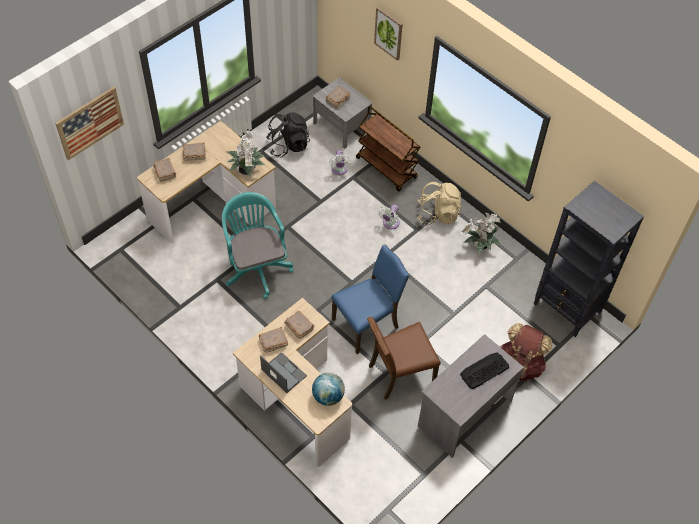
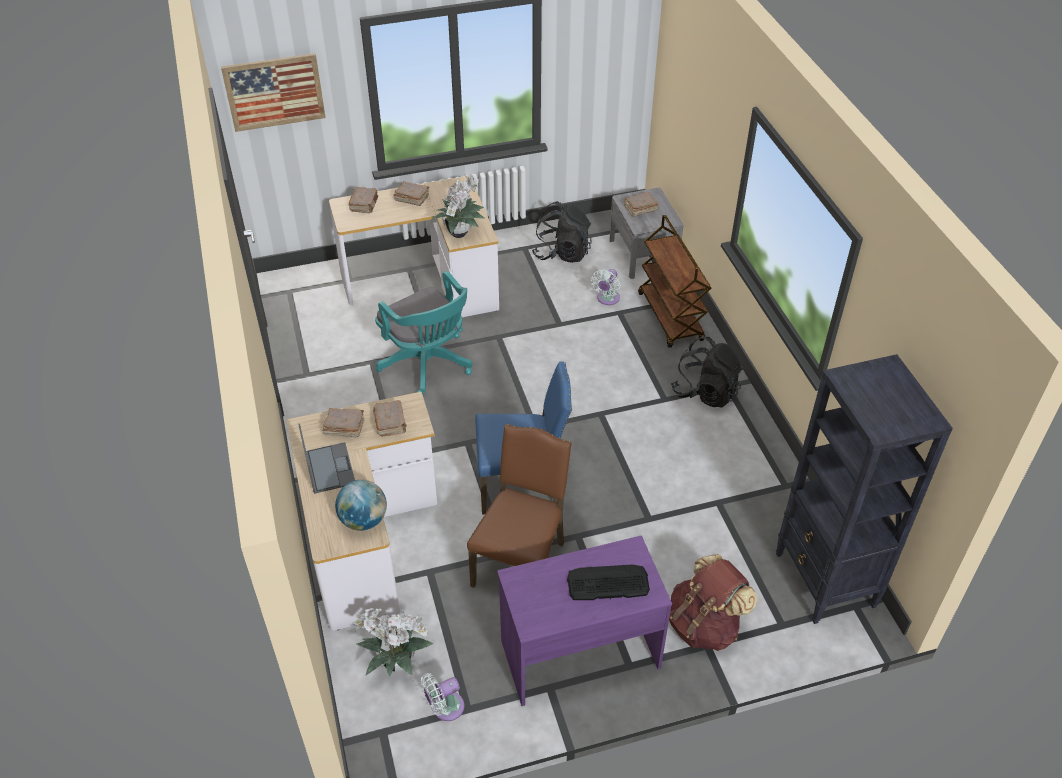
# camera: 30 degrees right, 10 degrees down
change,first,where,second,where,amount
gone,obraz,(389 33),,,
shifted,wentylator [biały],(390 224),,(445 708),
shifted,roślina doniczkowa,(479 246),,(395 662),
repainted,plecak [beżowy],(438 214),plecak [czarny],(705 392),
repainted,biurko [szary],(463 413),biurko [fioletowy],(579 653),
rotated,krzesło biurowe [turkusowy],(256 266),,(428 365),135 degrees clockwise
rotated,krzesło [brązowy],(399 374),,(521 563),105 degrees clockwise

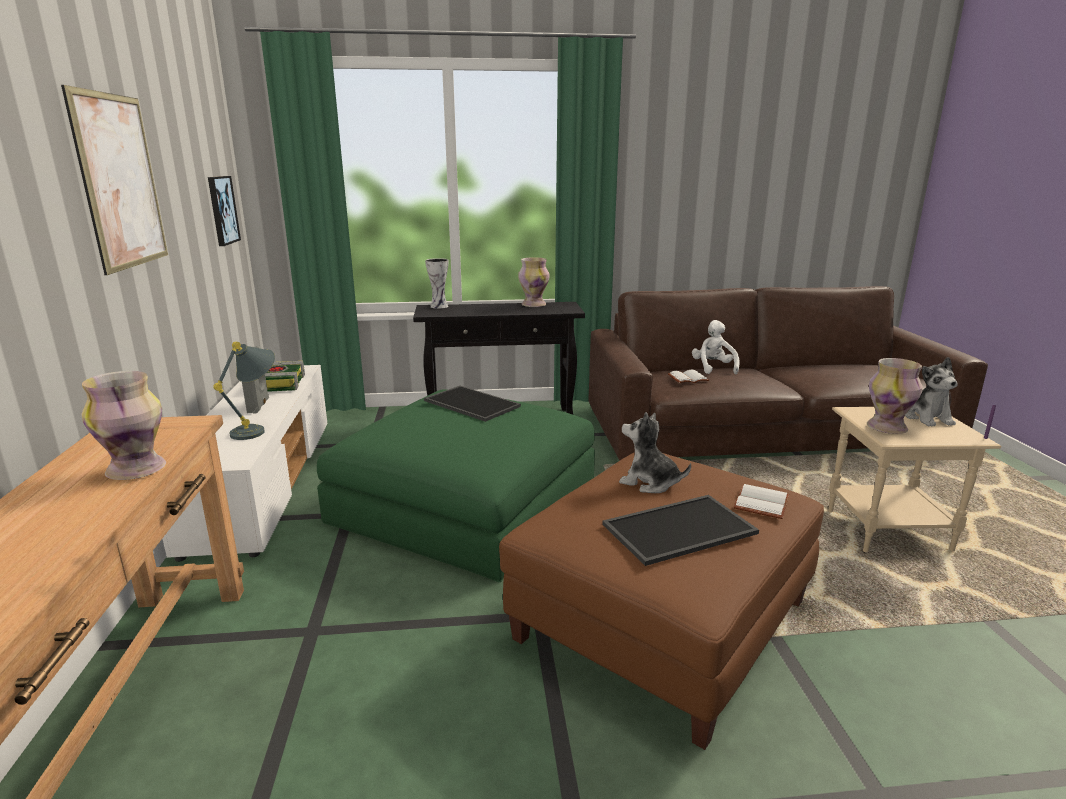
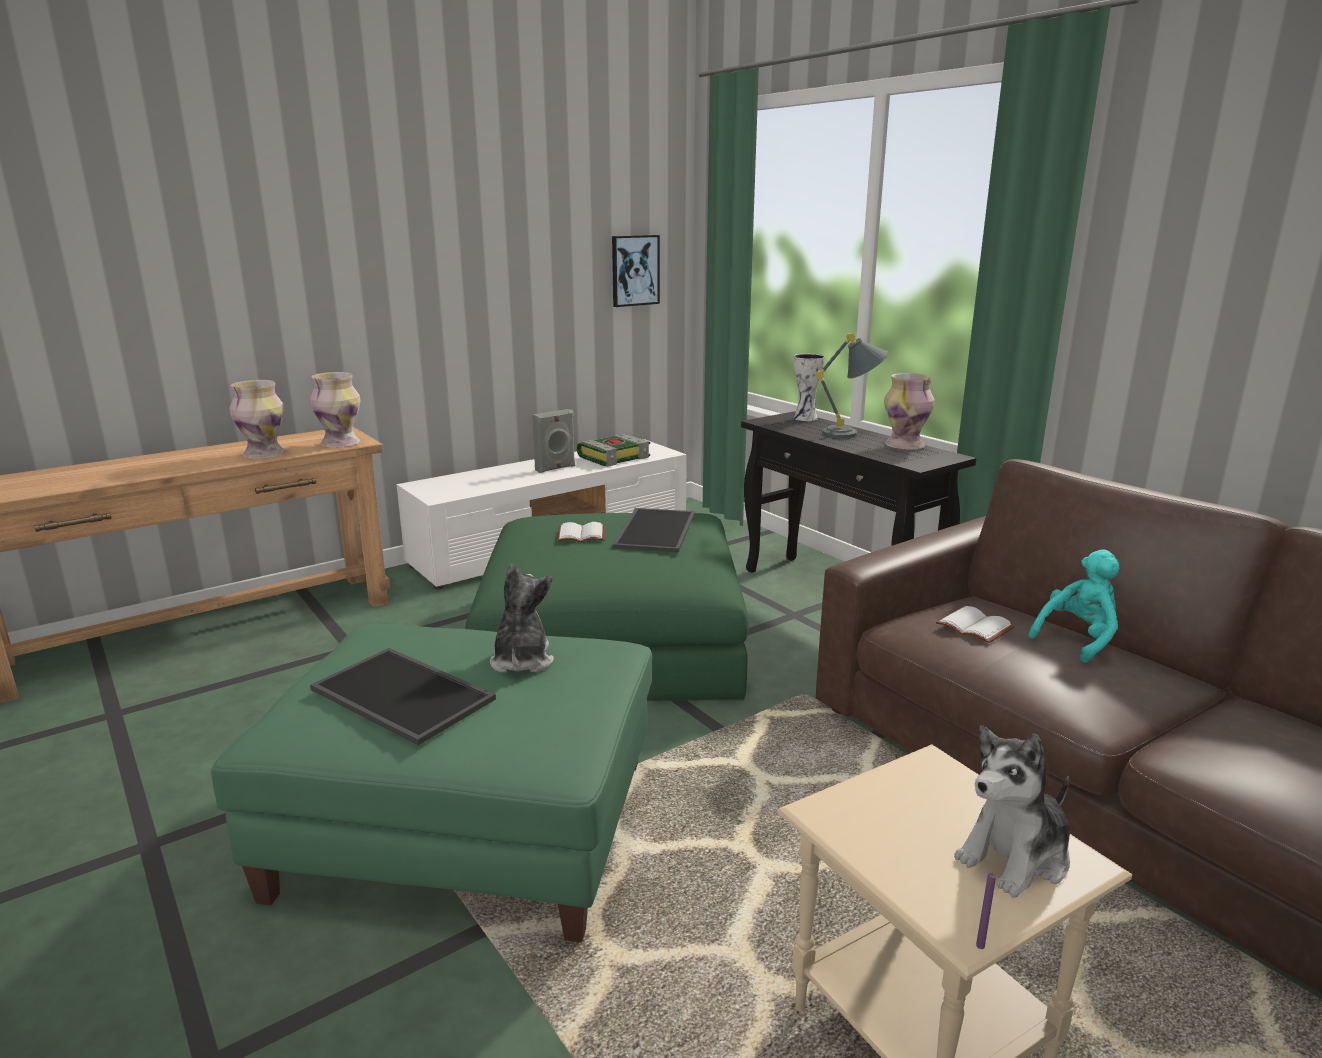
# camera: 60 degrees right, 0 degrees up
change,first,where,second,where,amount
gone,obraz,(120 182),,,
shifted,lampa stołowa [szary],(258 429),,(852 434),
shifted,książka [biały],(763 504),,(580 535),
shifted,wazon,(886 427),,(341 444),
repainted,pufa [brązowy],(663 620),pufa [zielony],(467 827),
repainted,pluszak [biały],(713 368),pluszak [turkusowy],(1077 639),

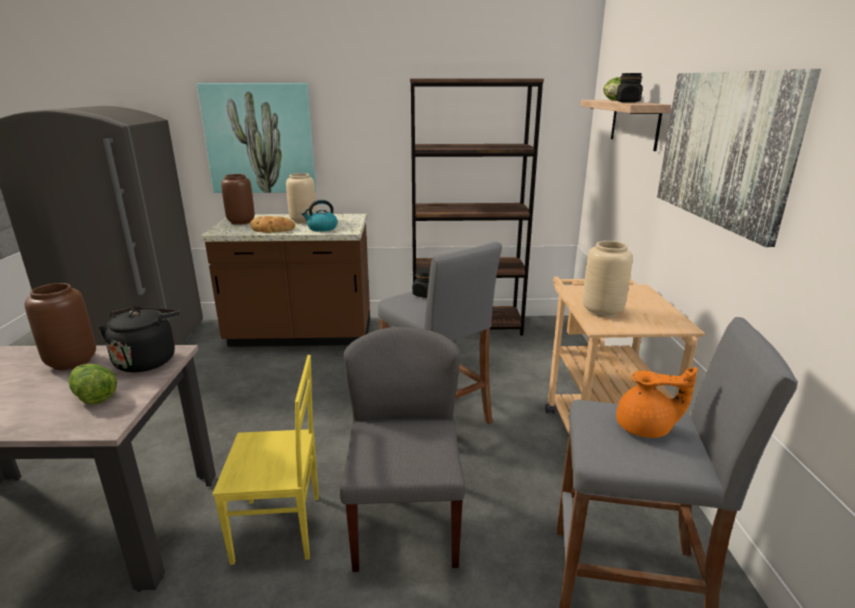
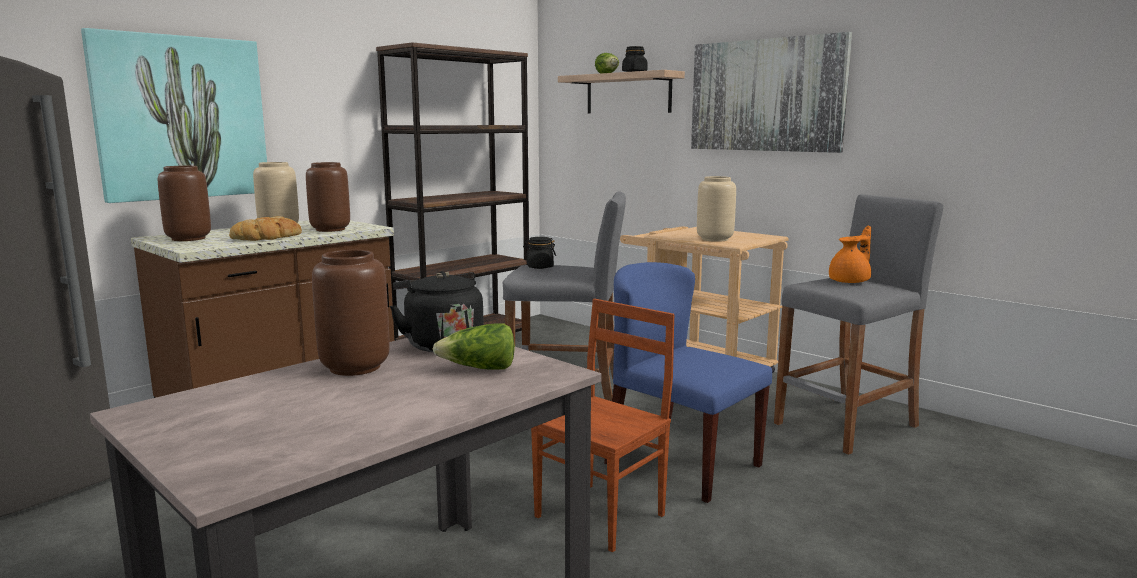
# camera: 45 degrees left, 10 degrees down
change,first,where,second,where,amount
swapped,czajnik,(321 228),wazon [brązowy],(331 229),
repainted,krzesło [żółty],(279 529),krzesło [brązowy],(602 515),
repainted,krzesło [szary],(404 521),krzesło [niebieski],(681 464),

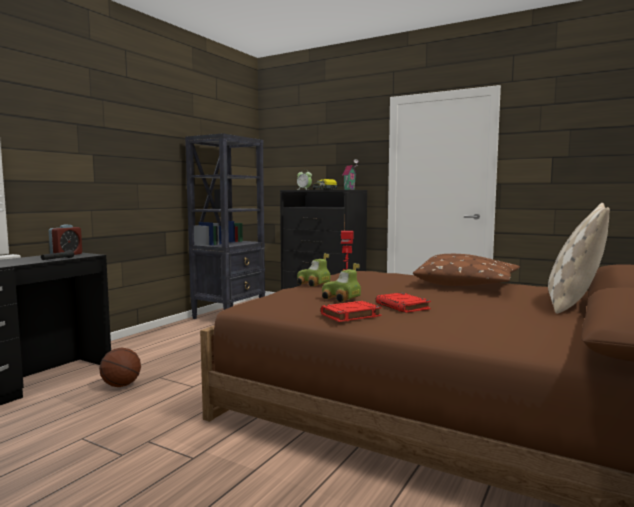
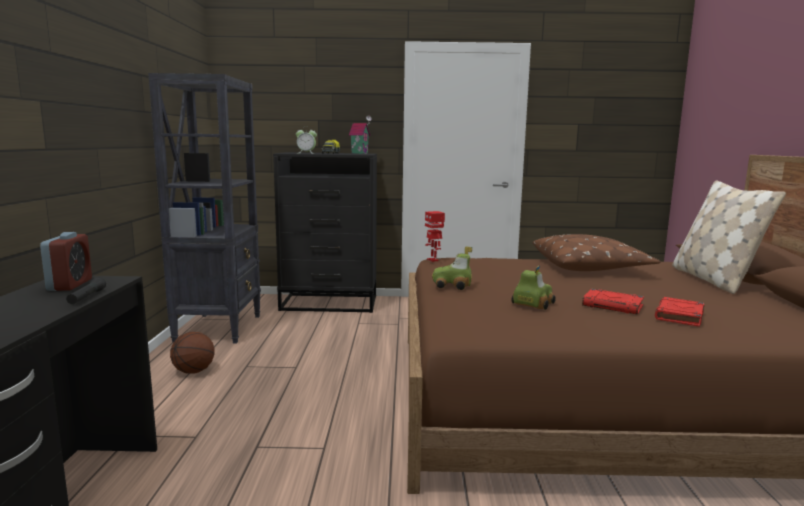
# camera: 30 degrees left, 5 degrees up
change,first,where,second,where,amount
shifted,piłka do koszykówki,(121 385),,(194 371),
shifted,książka [czerwony],(350 315),,(679 316),
rotated,samochodzik,(340 298),,(532 304),120 degrees clockwise

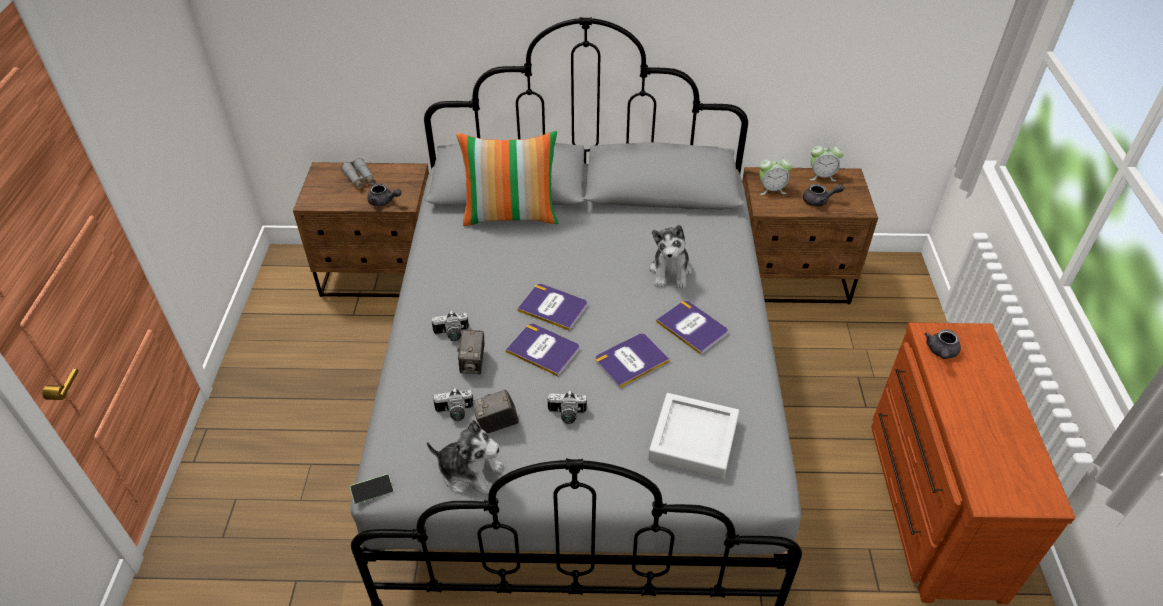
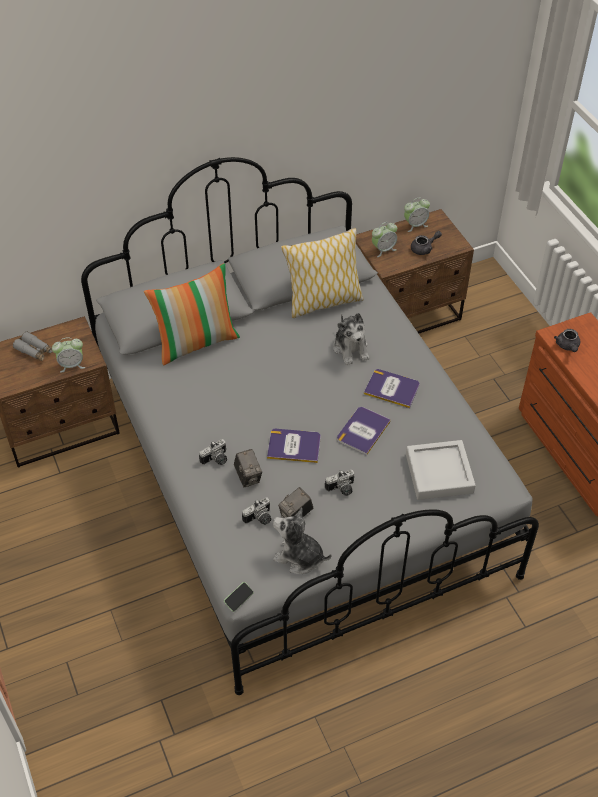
# camera: 25 degrees left, 5 degrees up
change,first,where,second,where,amount
gone,książka,(553 307),,,
new,,,poduszka,(323 302),
swapped,imbryk [szary],(384 201),budzik,(71 365),
rotated,pluszak,(470 472),,(299 557),150 degrees counterclockwise

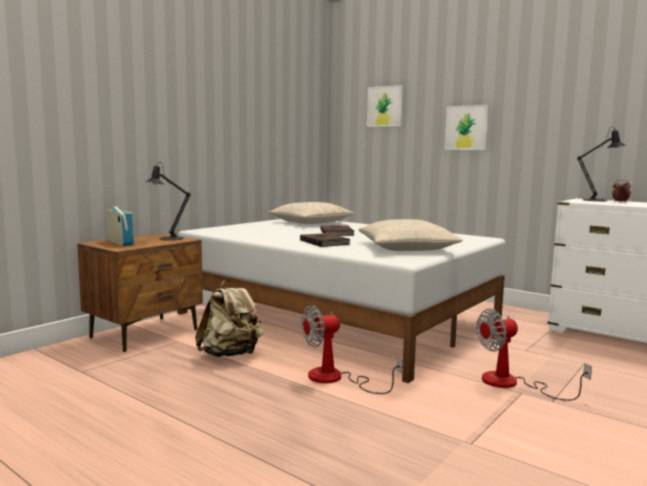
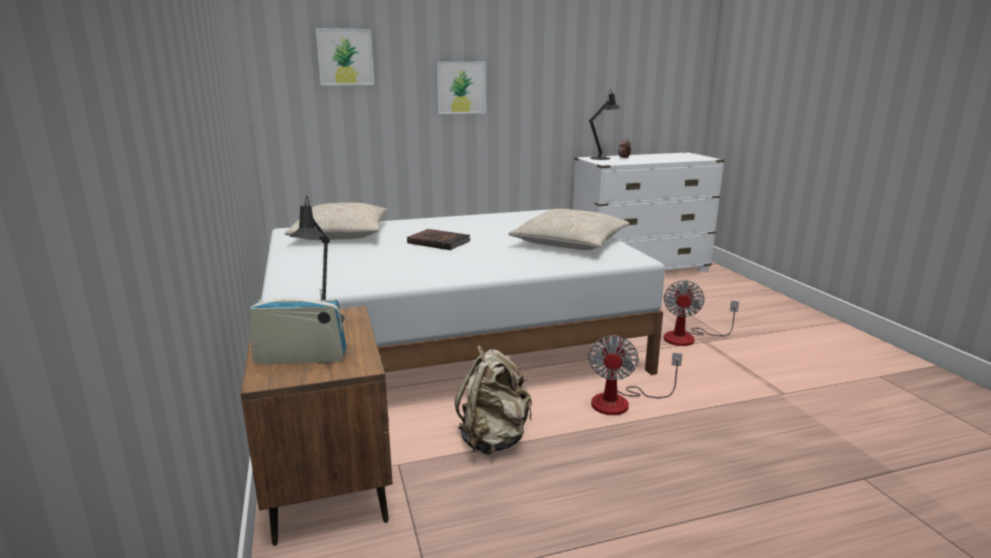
# camera: 55 degrees left, 10 degrees up
change,first,where,second,where,amount
gone,książka [brązowy],(325 242),,,

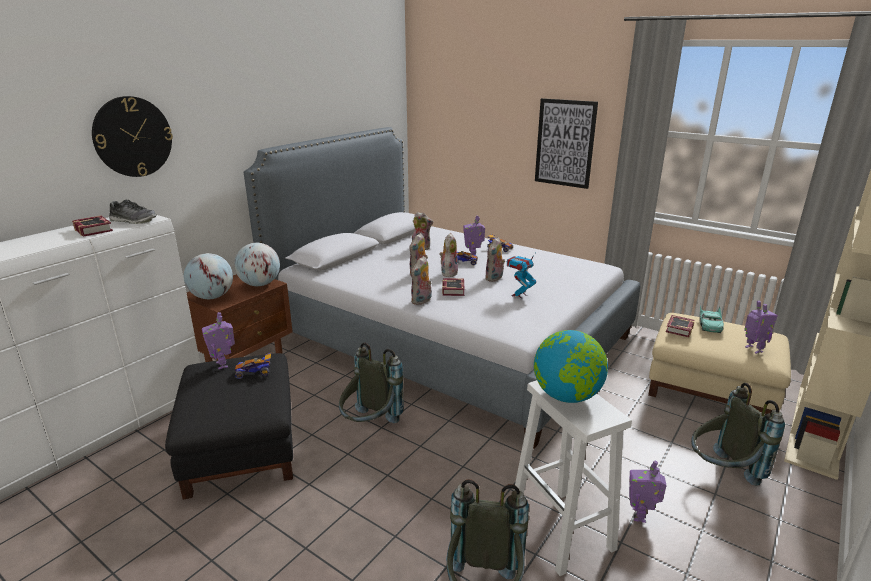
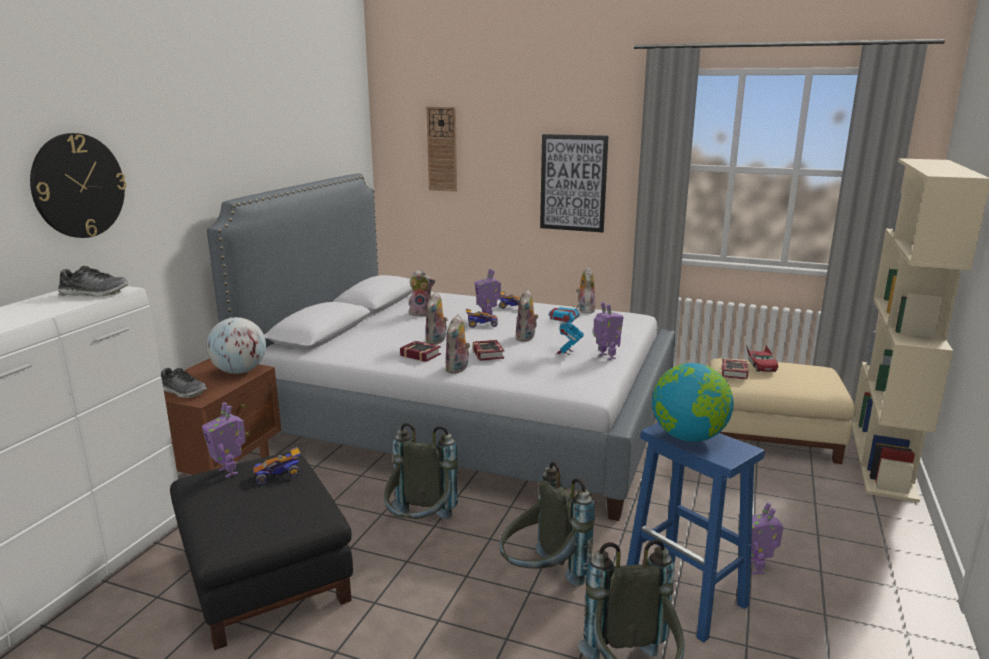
# camera: 15 degrees left, 5 degrees down
change,first,where,second,where,amount
new,,,zegar ścienny,(442 149),
shifted,książka,(94 229),,(420 354),
shifted,pluszak,(448 273),,(585 310),
shifted,plecak [szary],(721 473),,(542 578),
shifted,robot zabawkowy,(753 349),,(606 357),
swapped,globus,(212 297),but,(183 392),
repainted,stołek [biały],(562 531),stołek [niebieski],(686 598),
repainted,samochodzik [turkusowy],(709 325),samochodzik [czerwony],(760 365),

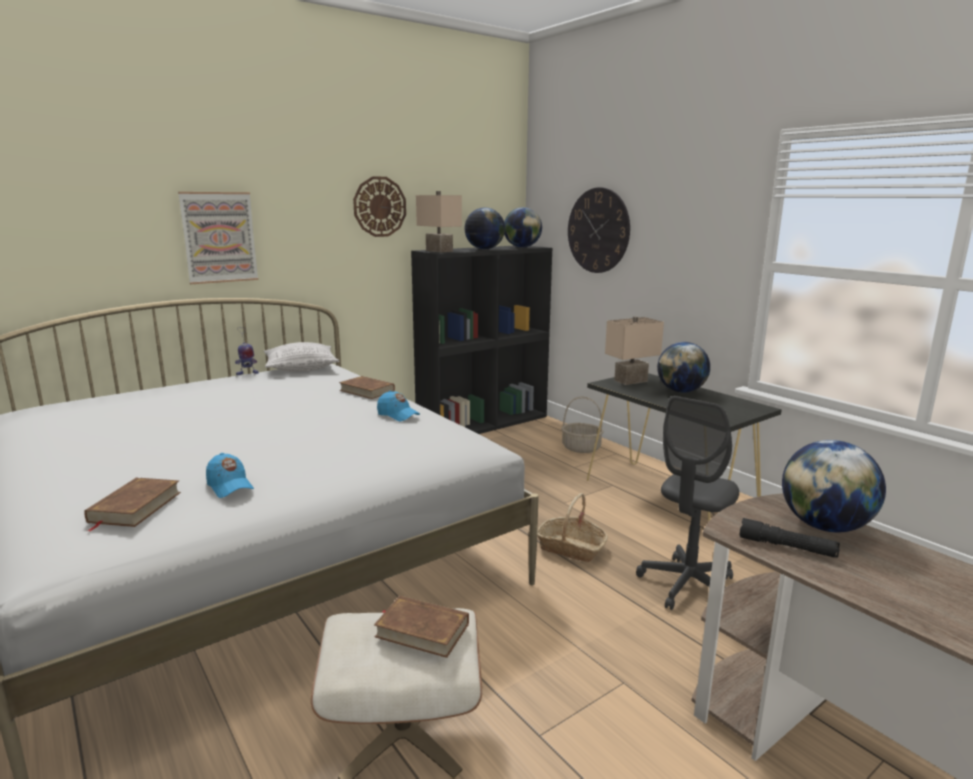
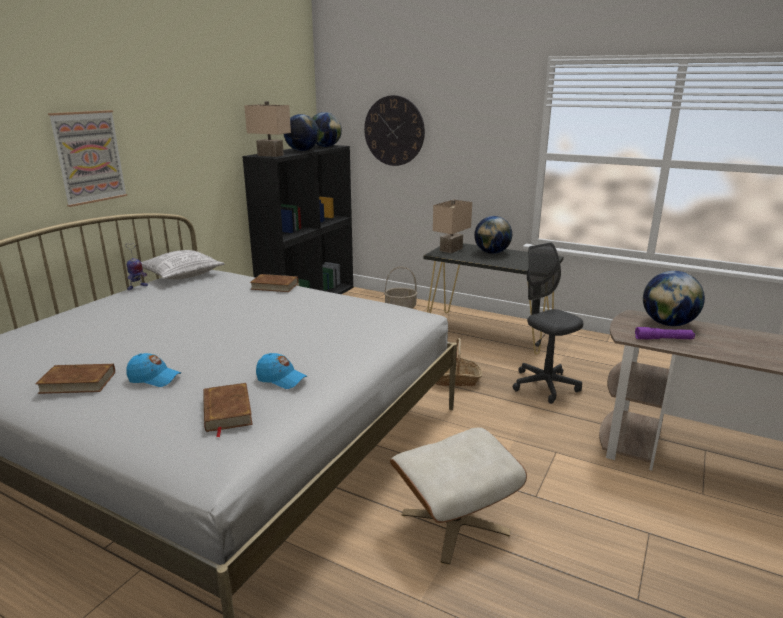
# camera: 25 degrees left, 5 degrees up
change,first,where,second,where,amount
gone,zegar ścienny,(379 206),,,
shifted,książka [brązowy],(422 630),,(77 382),
shifted,czapka z daszkiem [niebieski],(398 415),,(154 378),
repainted,latarka [czarny],(787 547),latarka [fioletowy],(663 339),
rotated,krzesło biurowe [szary],(687 585),,(544 385),135 degrees clockwise

